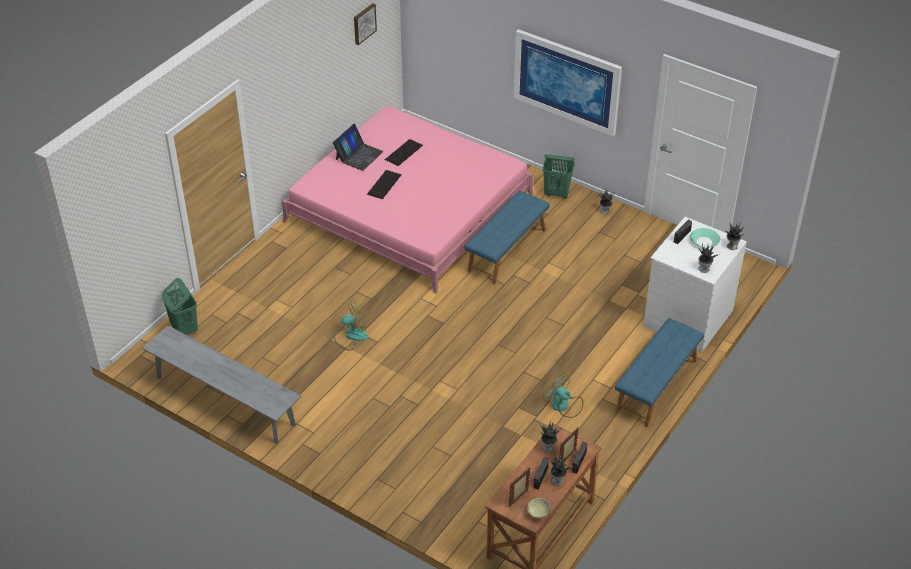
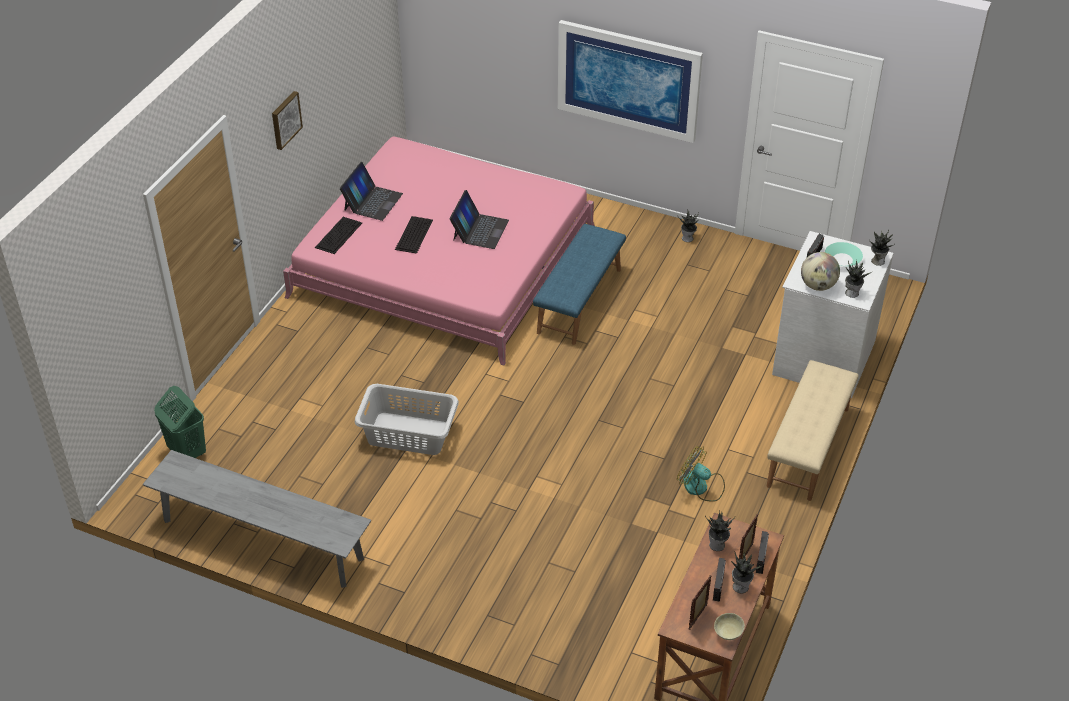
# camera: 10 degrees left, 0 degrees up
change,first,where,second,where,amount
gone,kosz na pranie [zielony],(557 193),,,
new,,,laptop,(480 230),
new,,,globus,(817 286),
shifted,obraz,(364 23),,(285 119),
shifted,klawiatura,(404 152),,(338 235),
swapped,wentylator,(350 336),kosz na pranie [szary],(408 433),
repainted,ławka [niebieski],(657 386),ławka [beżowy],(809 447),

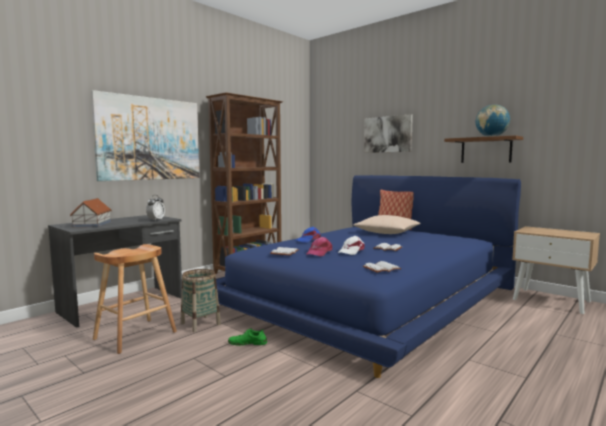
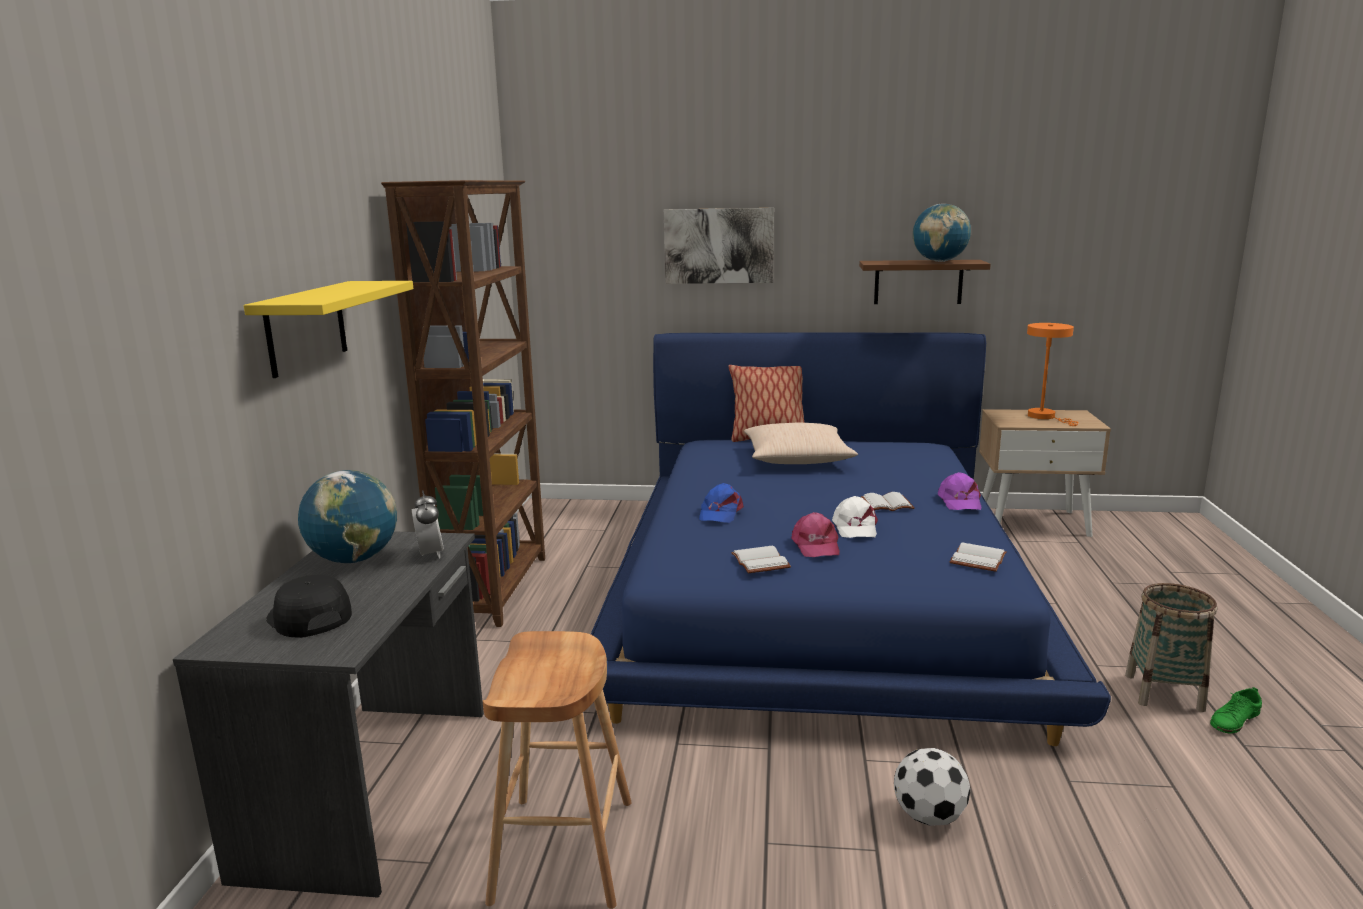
# camera: 35 degrees left, 10 degrees up
change,first,where,second,where,amount
new,,,globus,(354 559),
new,,,piłka futbolowa,(928 816),
new,,,czapka z daszkiem [fioletowy],(959 501),
new,,,lampa stołowa [pomarańczowy],(1045 417),
shifted,koszyk,(200 324),,(1164 692),
shifted,but [zielony],(247 343),,(1234 720),
swapped,domek,(92 224),czapka z daszkiem [czarny],(308 617),
swapped,obraz,(150 139),półka [żółty],(306 327),

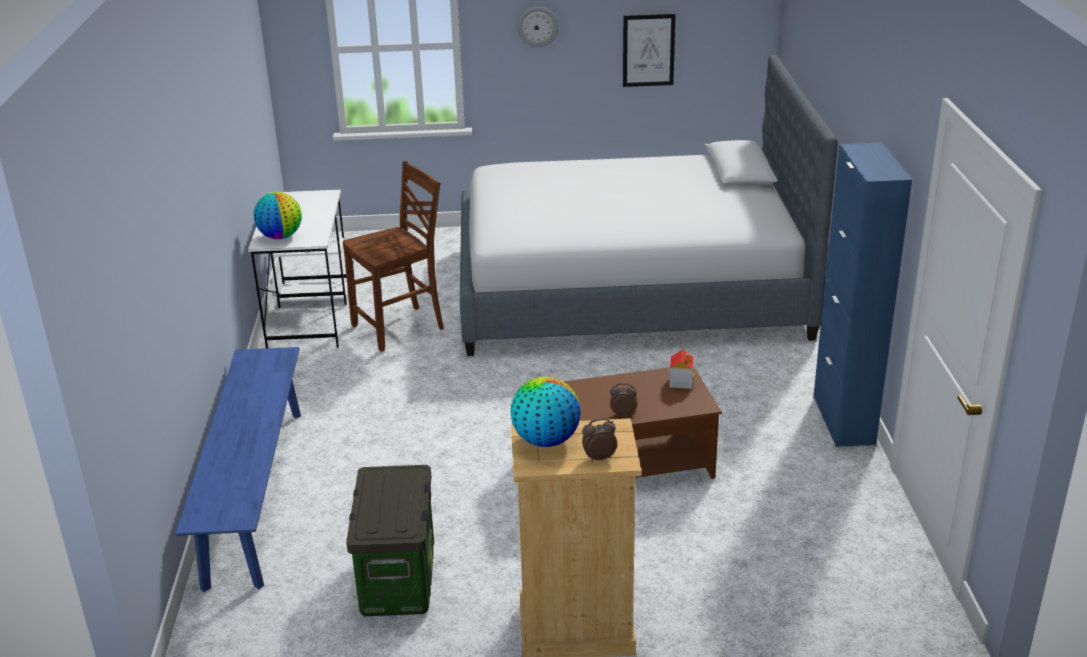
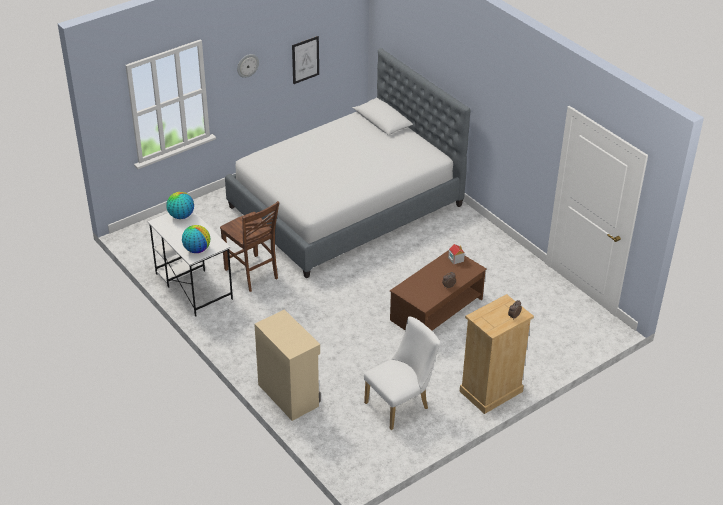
# camera: 35 degrees left, 10 degrees up
change,first,where,second,where,amount
gone,szafka [niebieski],(843 420),,,
shifted,globus,(546 440),,(181 216),
swapped,ławka [niebieski],(255 494),szafka [beżowy],(289 394),
swapped,pojemnik do przechowywania,(399 580),krzesło [biały],(400 404),
rotated,krzesło [brązowy],(400 328),,(252 274),120 degrees clockwise

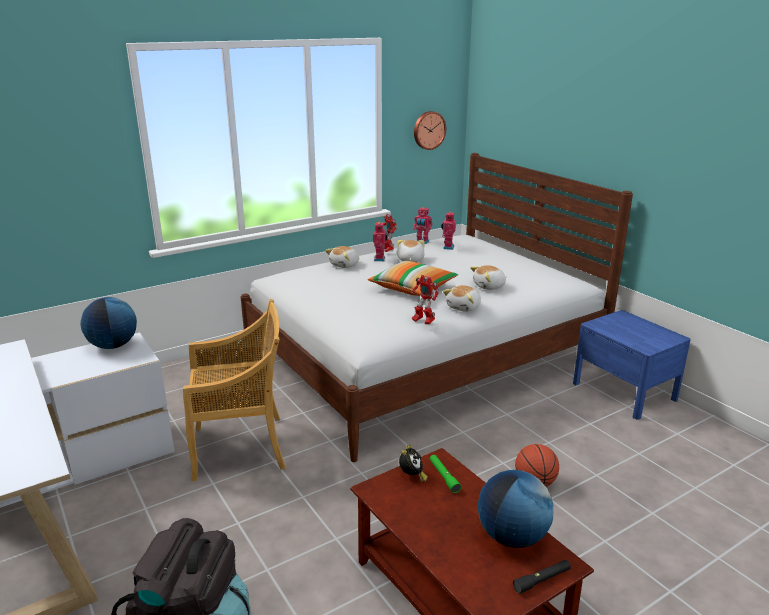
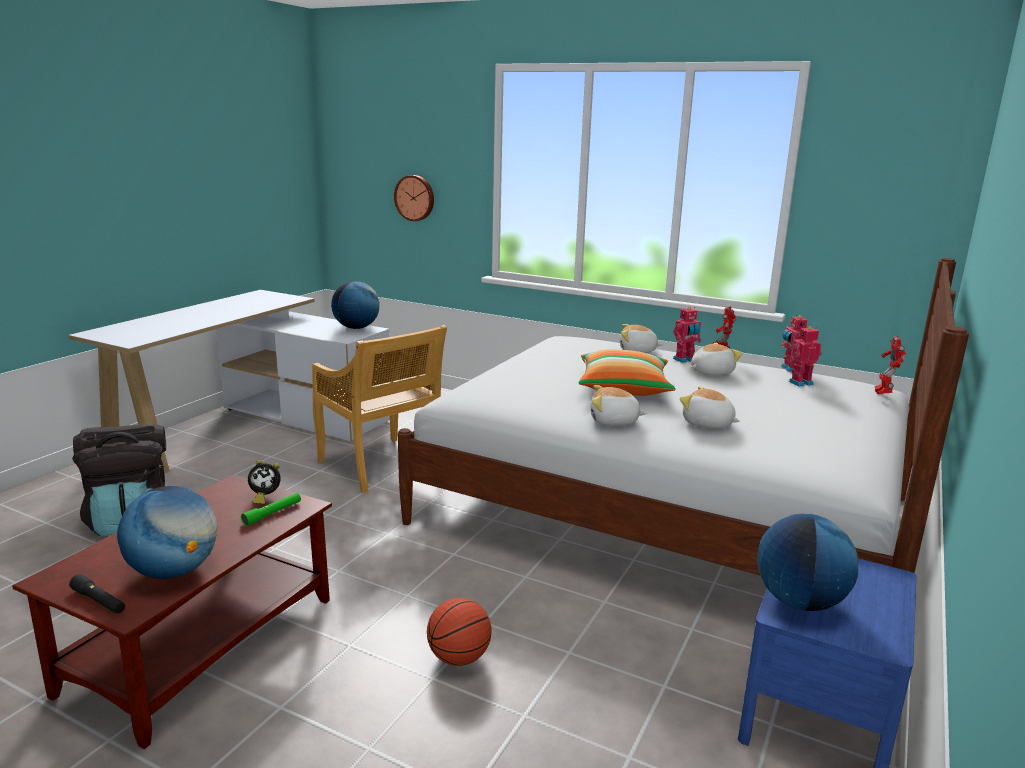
# camera: 60 degrees right, 5 degrees down
change,first,where,second,where,amount
new,,,globus,(799 601),
shifted,robot zabawkowy,(423 322),,(883 394),
shifted,zegar ścienny,(428 130),,(415 198),

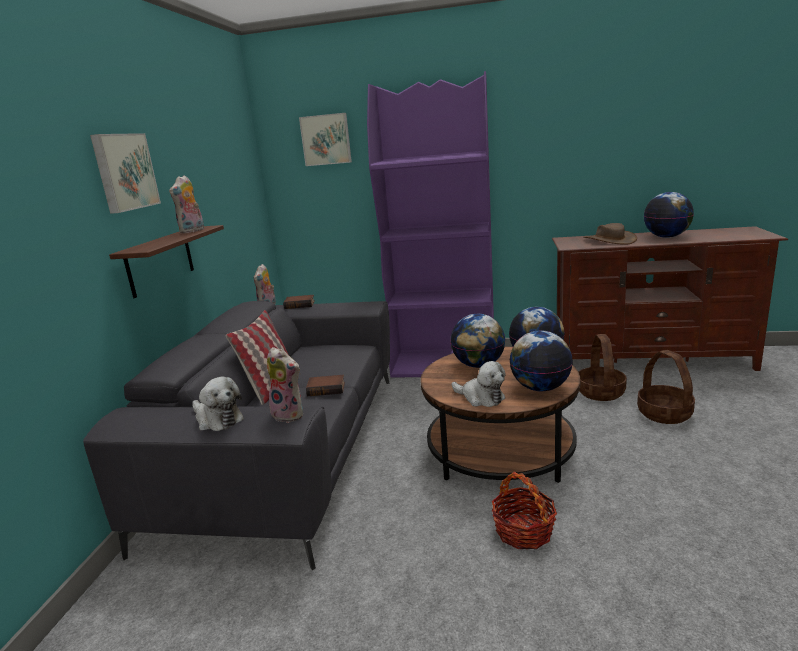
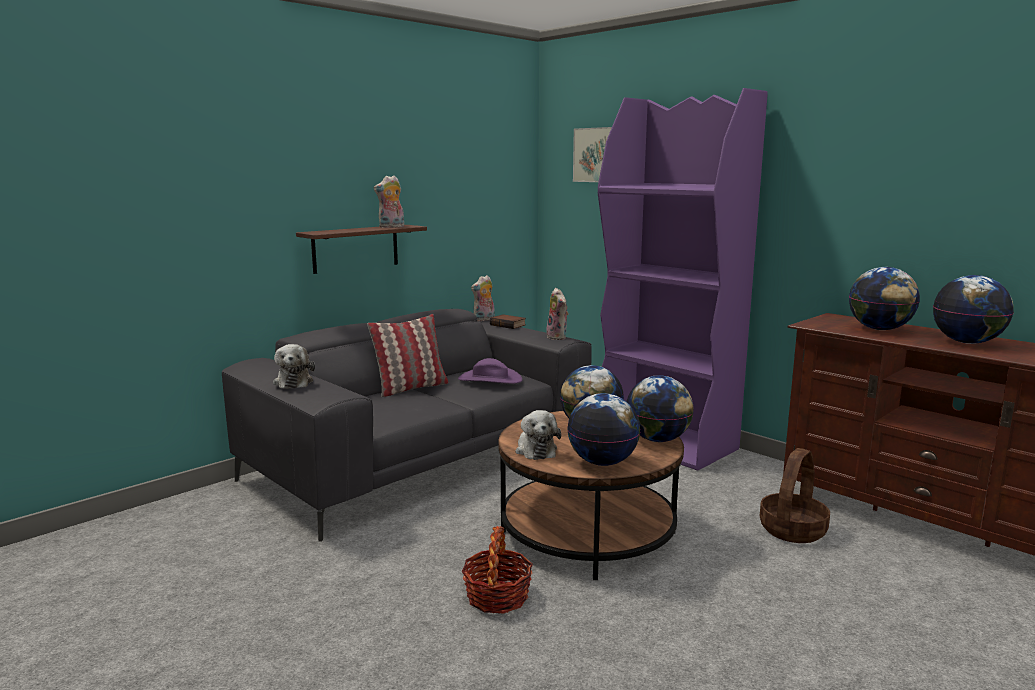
# camera: 35 degrees right, 5 degrees down
change,first,where,second,where,amount
gone,obraz,(124 172),,,
gone,książka,(327 388),,,
gone,koszyk,(665 413),,,
new,,,kapelusz [fioletowy],(489 379),
shifted,pluszak,(290 414),,(558 337),
swapped,kapelusz [brązowy],(609 240),globus,(879 329),

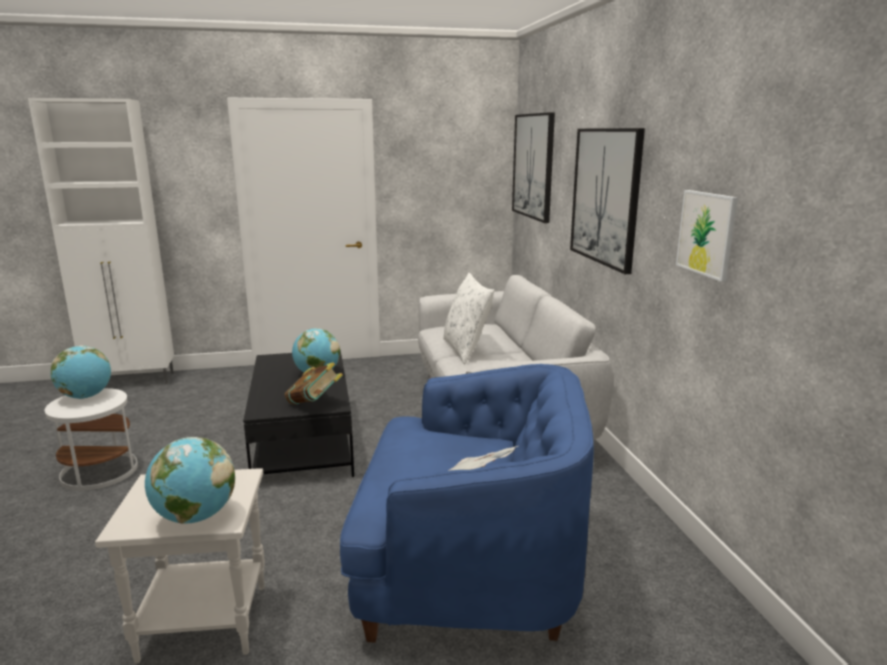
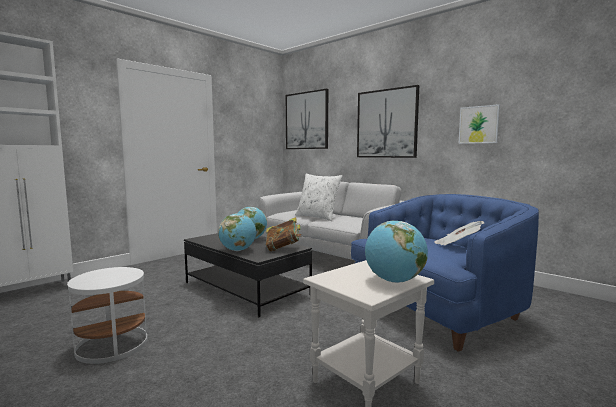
# camera: 35 degrees left, 10 degrees down
change,first,where,second,where,amount
shifted,globus,(86 397),,(238 250),

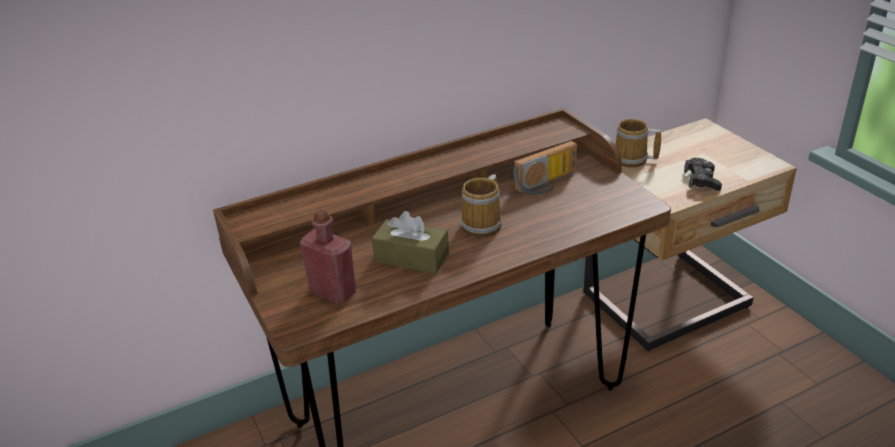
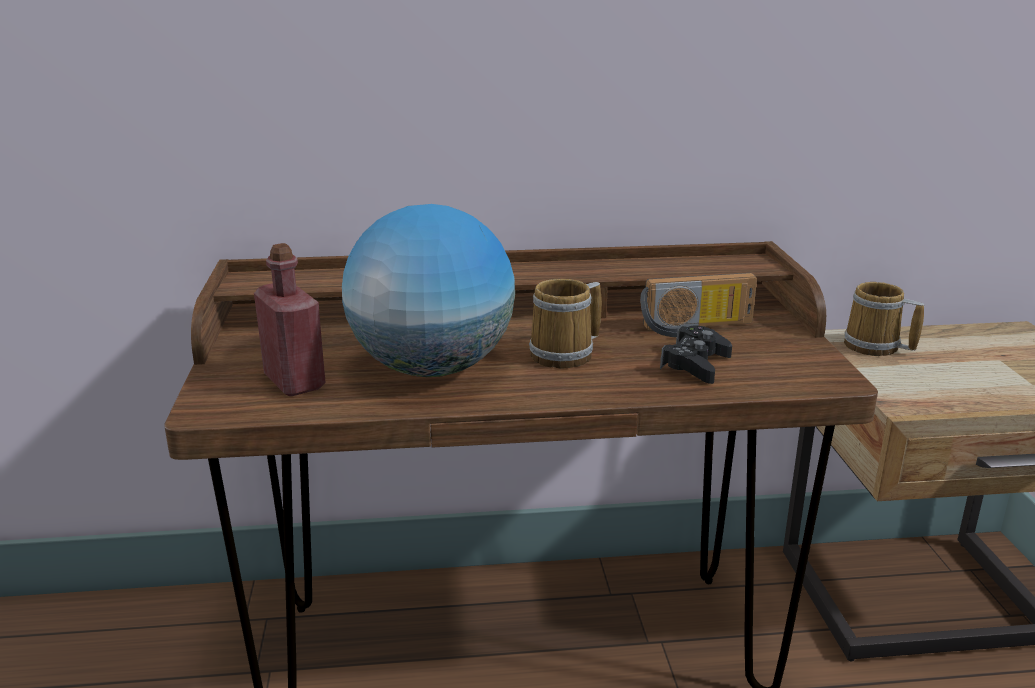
# camera: 20 degrees right, 10 degrees down
change,first,where,second,where,amount
shifted,pad do gier [czarny],(701 180),,(695 364),
swapped,pudełko chusteczek [brązowy],(411 257),globus,(432 368),

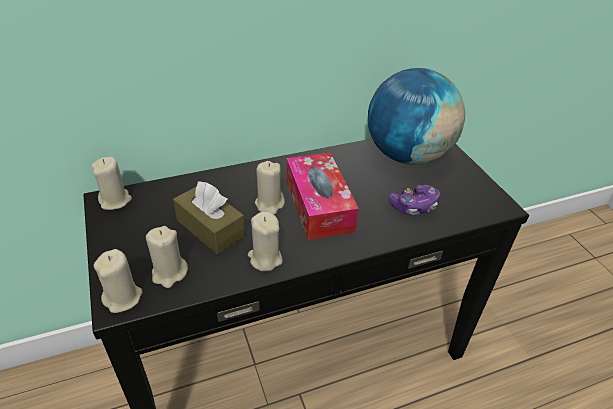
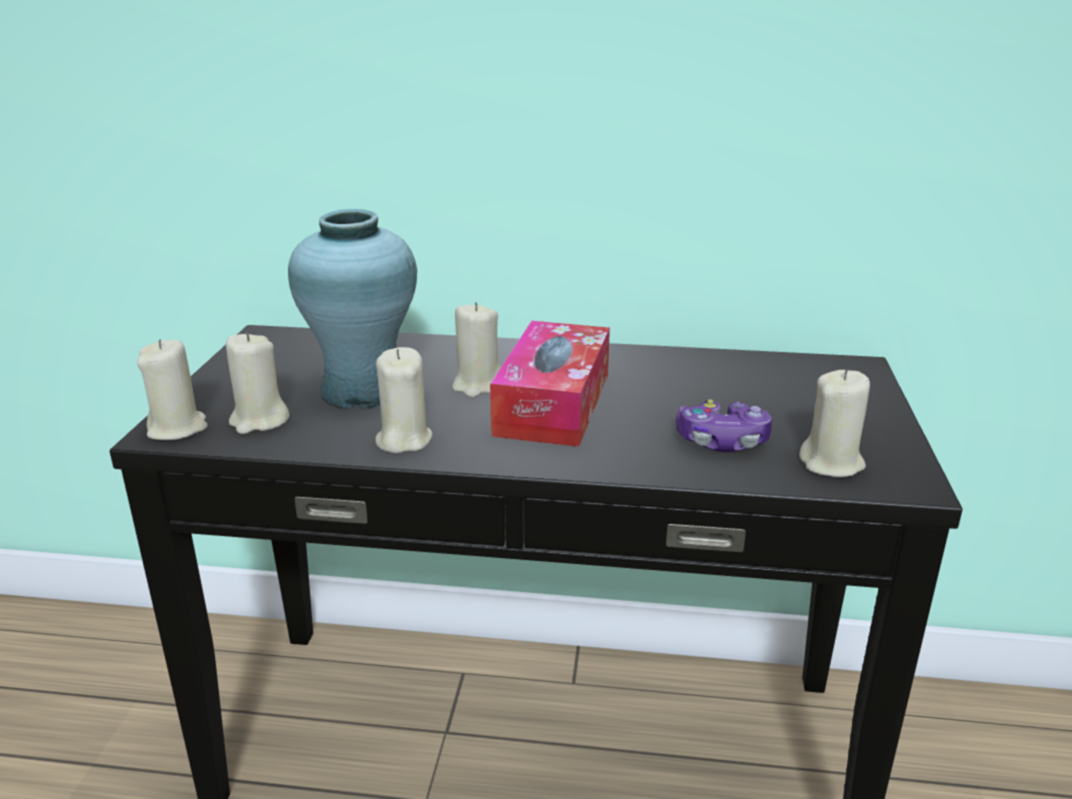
# camera: 30 degrees right, 15 degrees down
change,first,where,second,where,amount
gone,globus,(407 156),,,
shifted,świeca [beżowy],(115 200),,(832 463),
swapped,pudełko chusteczek [brązowy],(210 228),wazon [turkusowy],(364 391),

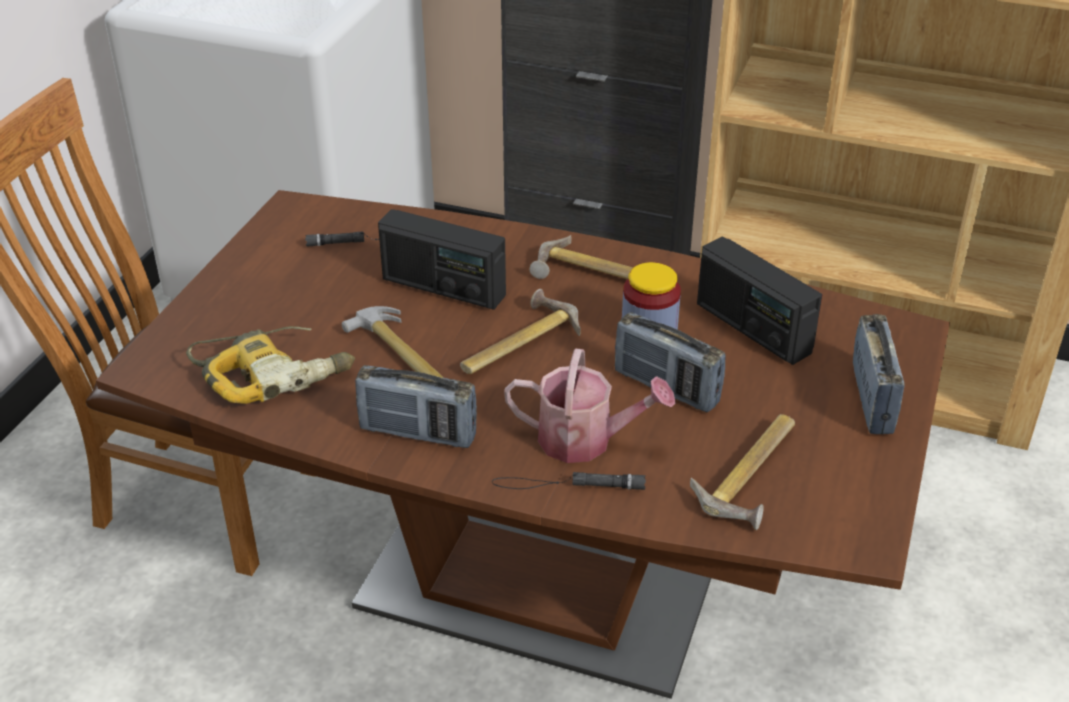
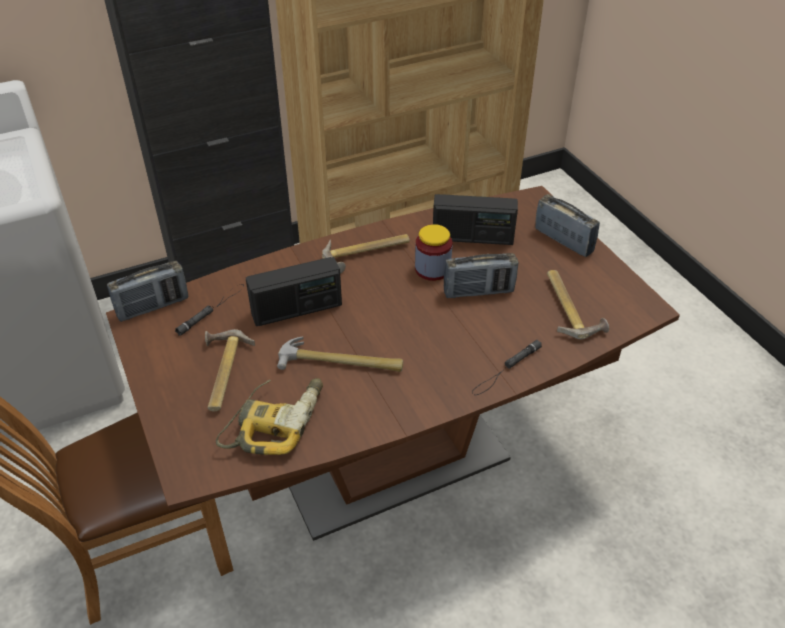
# camera: 45 degrees left, 5 degrees up
change,first,where,second,where,amount
gone,konewka,(586 440),,,
shifted,radio,(418 433),,(153 307),
shifted,młotek,(516 343),,(221 373),

